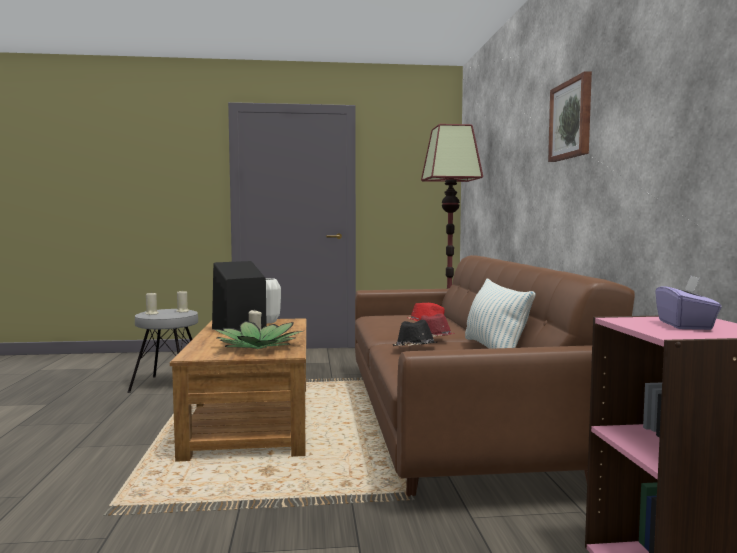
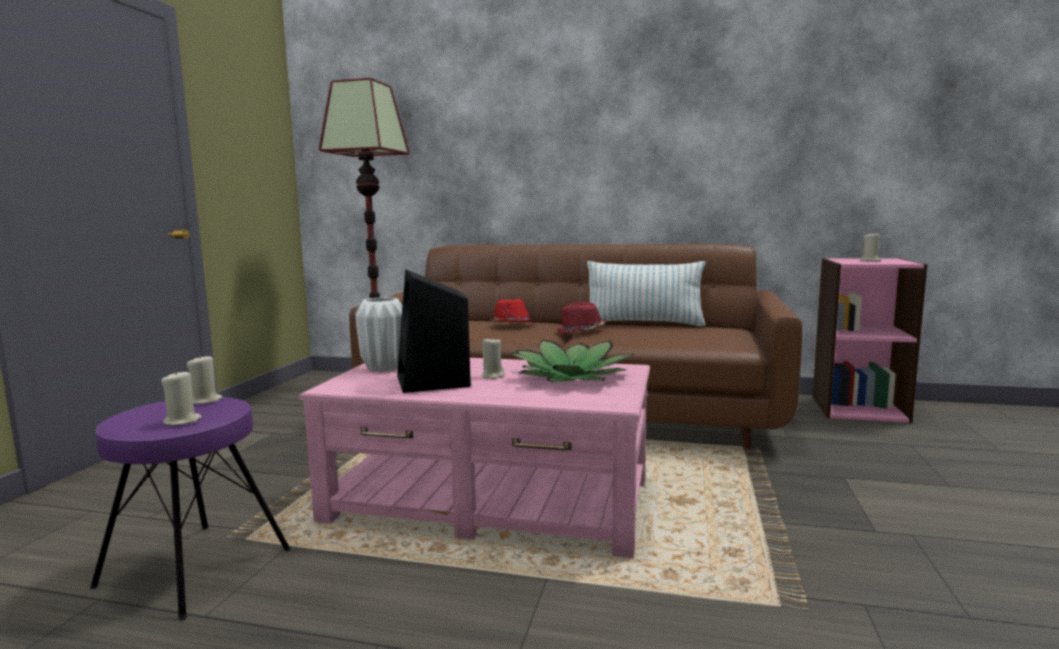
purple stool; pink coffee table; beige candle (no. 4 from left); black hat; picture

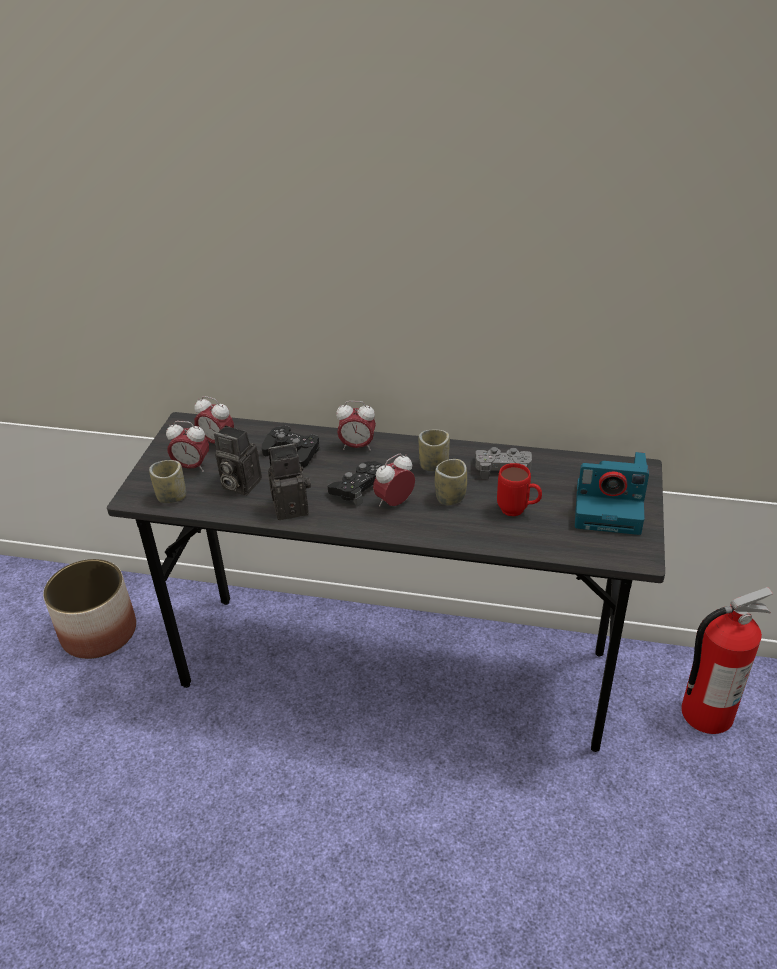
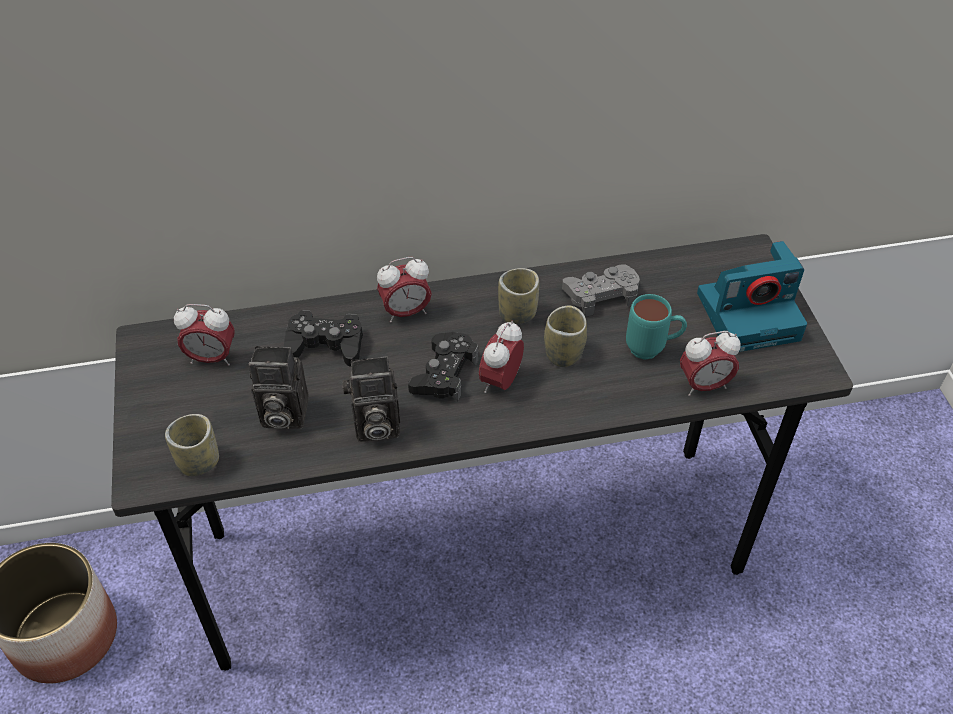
photo camera (no. 2 from left); turquoise mug; alarm clock (no. 4 from left); fire extinguisher

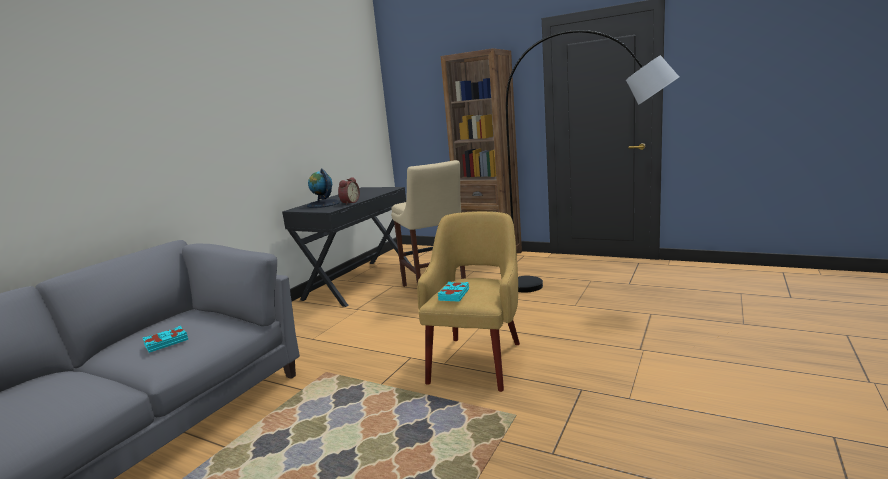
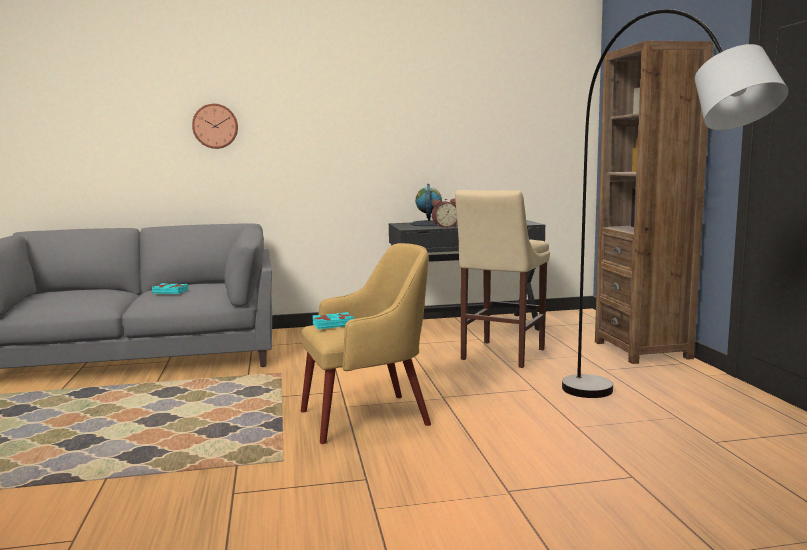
wall clock

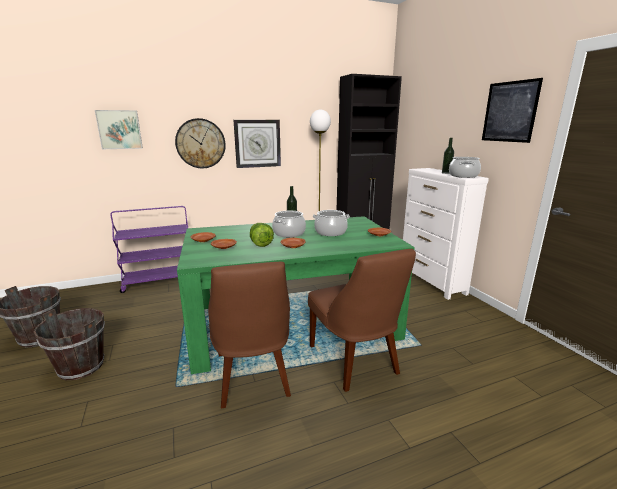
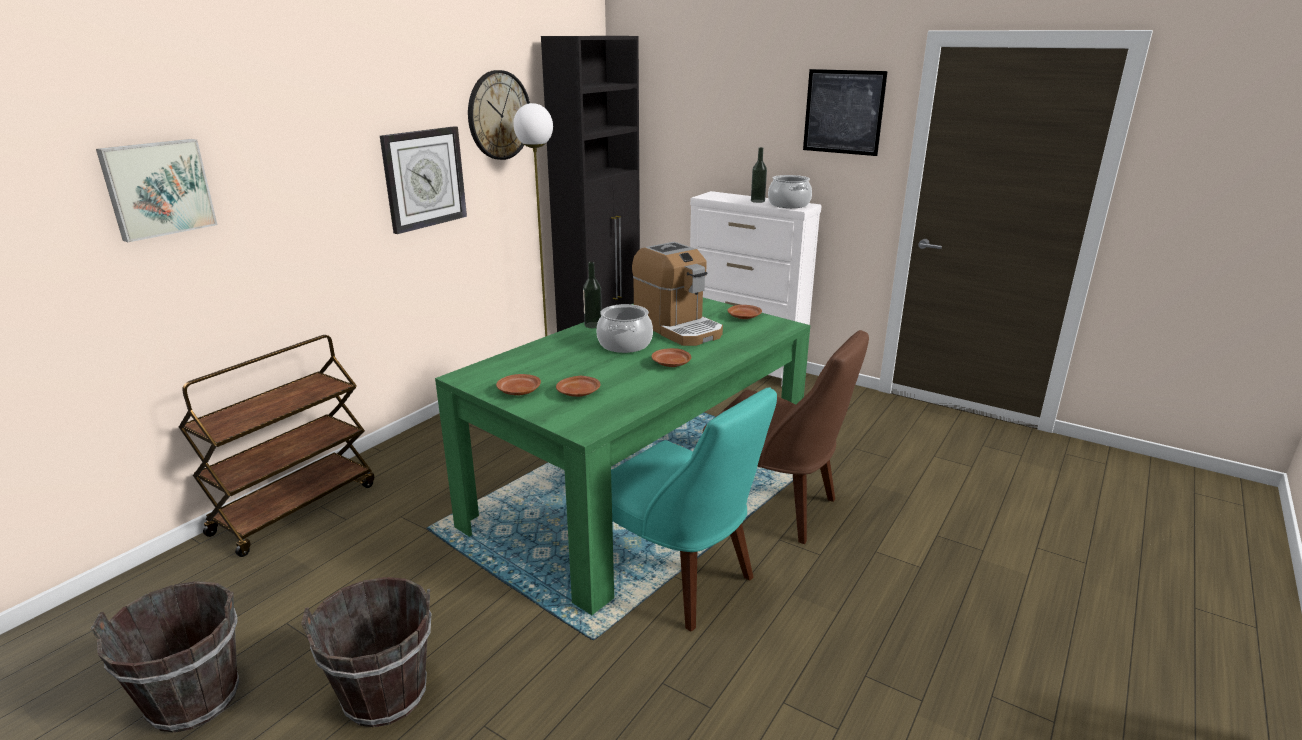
brown cart; wall clock (no. 2 from left); turquoise chair; coffee machine; lettuce

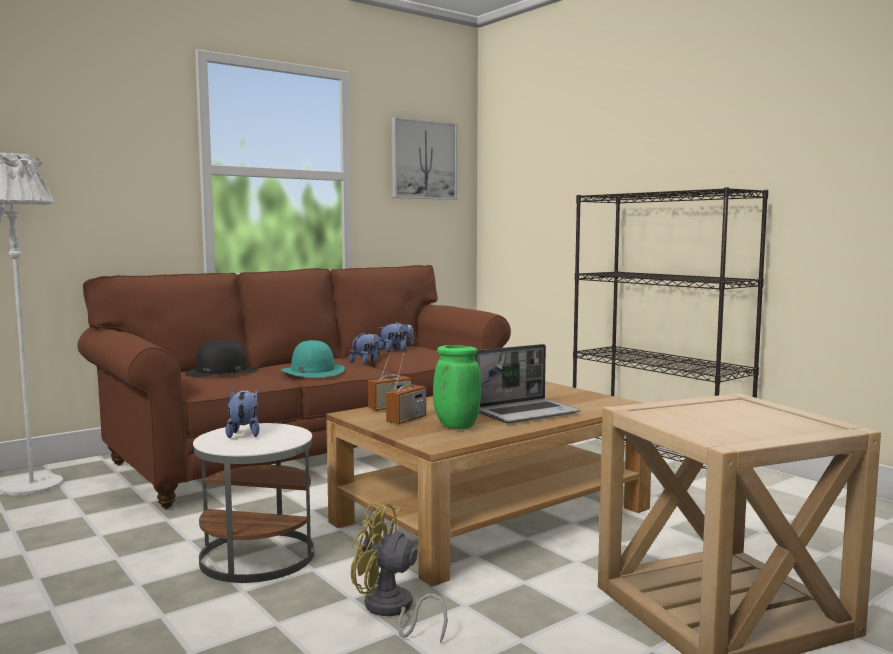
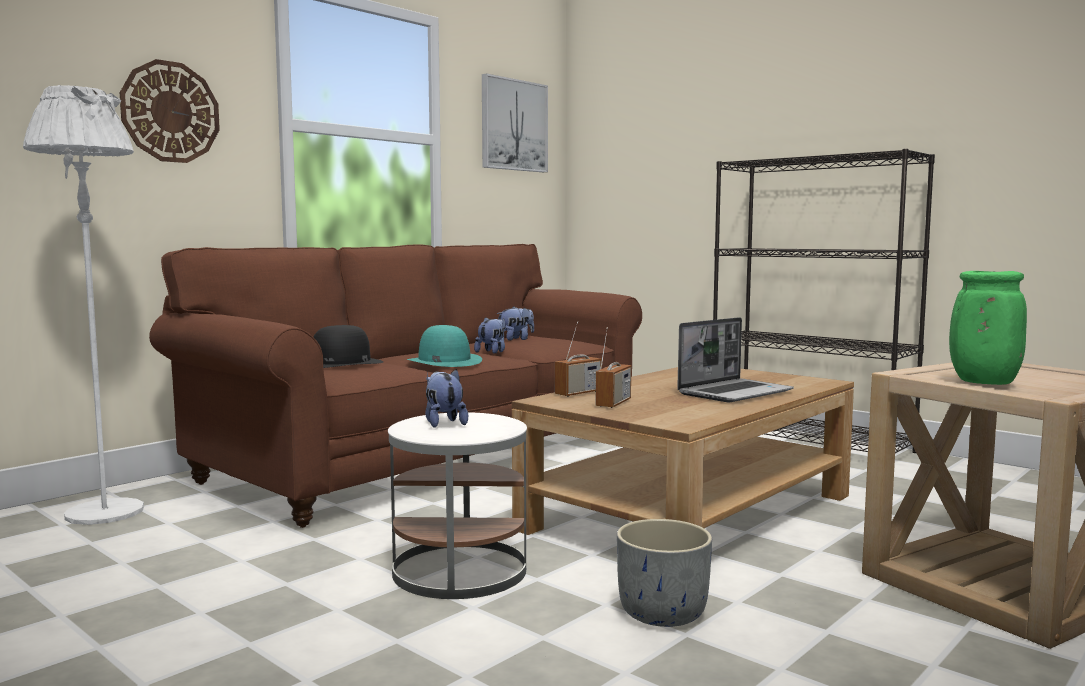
wall clock; grey planter; green vase

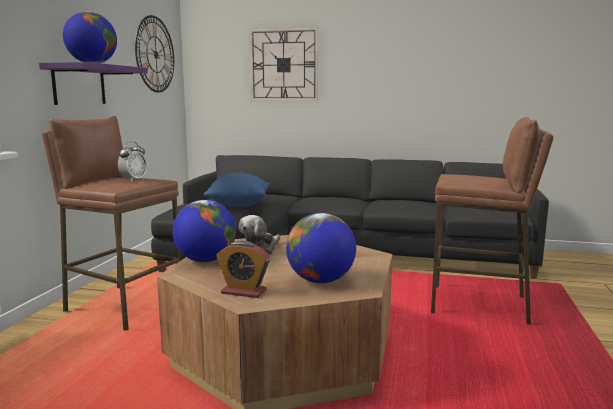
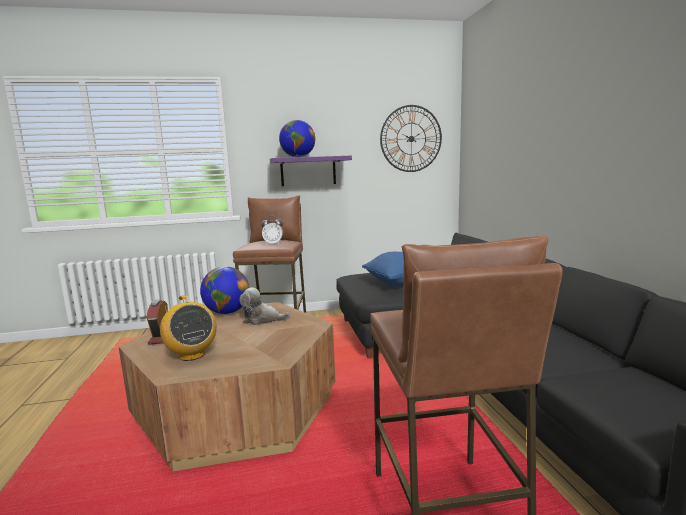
radio; wall clock (no. 2 from left in the first image)

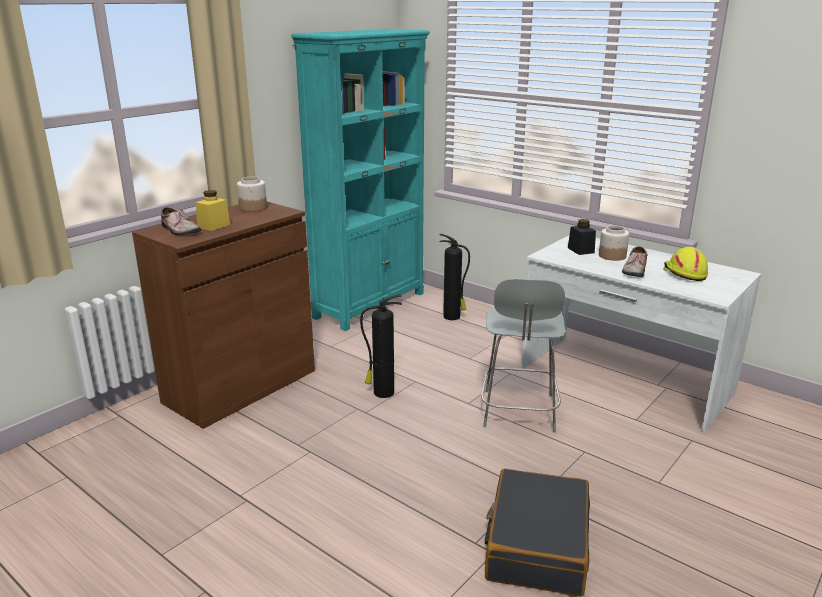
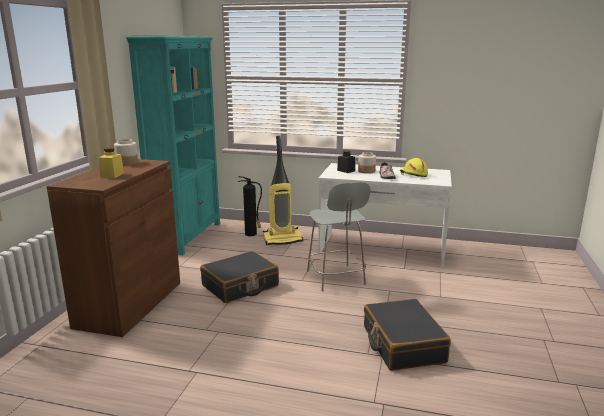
black suitcase (no. 1 from left); vacuum cleaner; shoe (no. 1 from left in the first image)

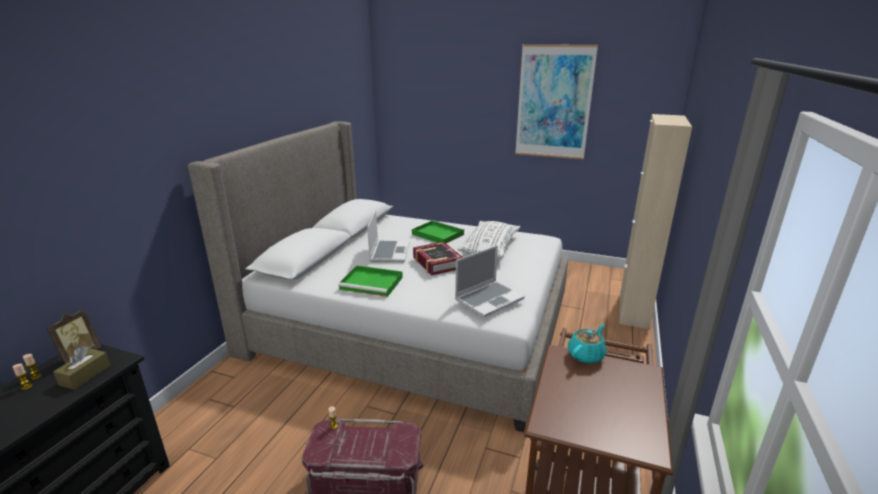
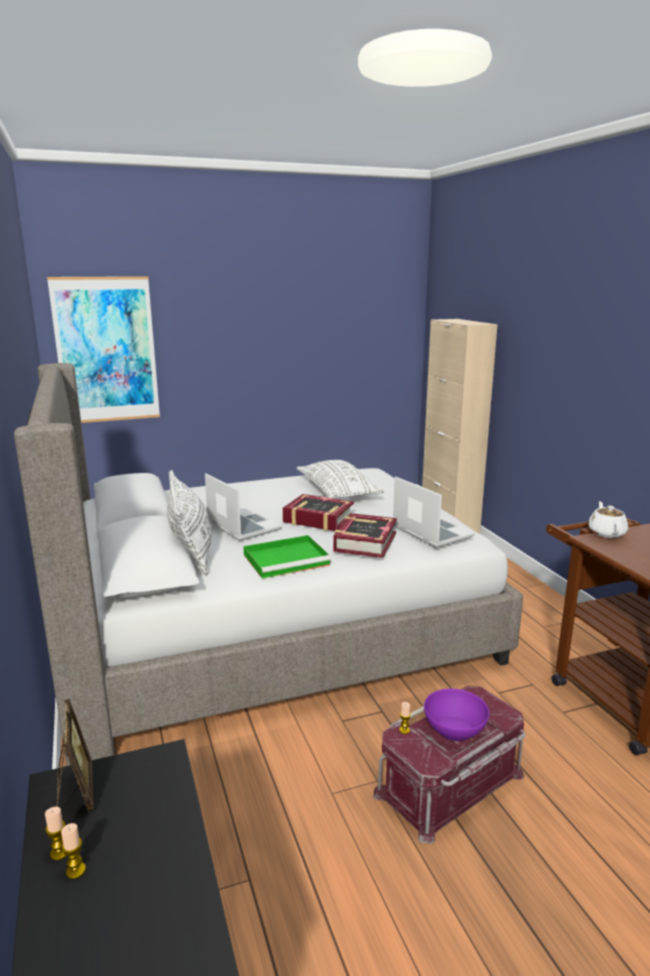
picture; white pillow (no. 1 from left); book (no. 2 from left); laptop (no. 2 from left); purple bowl; white teapot; brown tissue box; green tray (no. 2 from left in the first image)

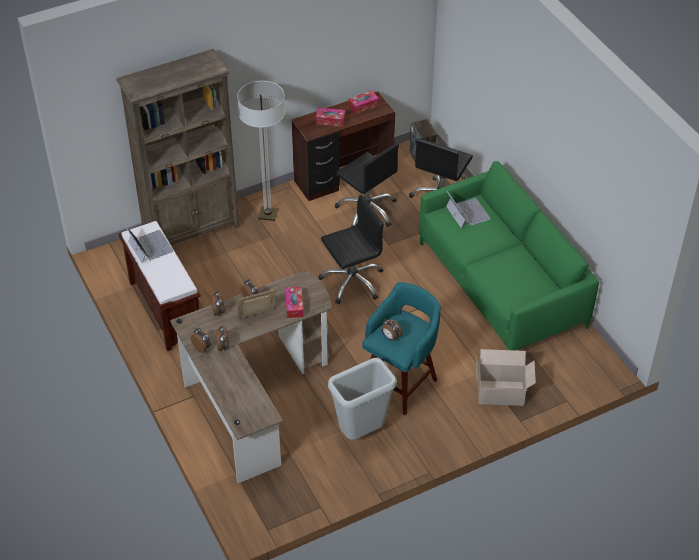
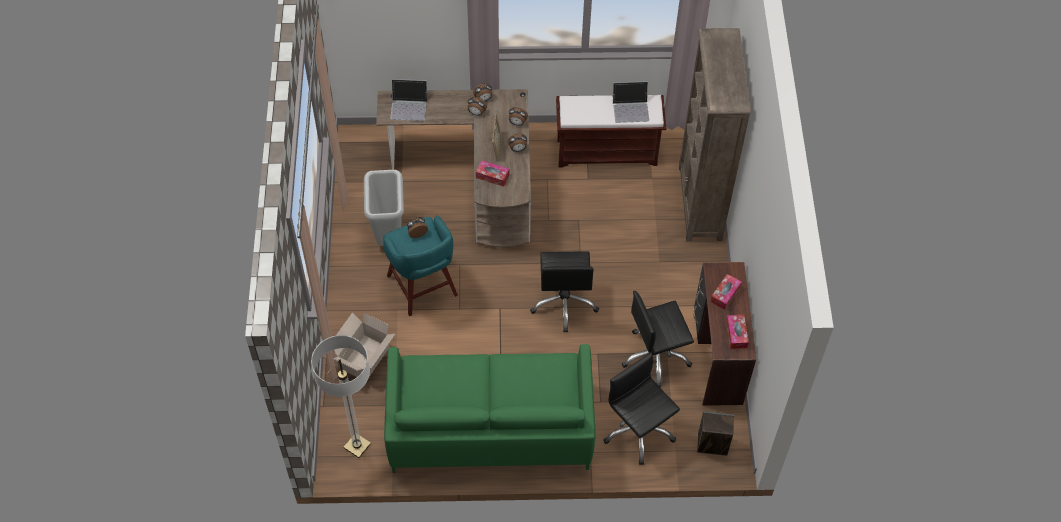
floor lamp; laptop (no. 1 from left)

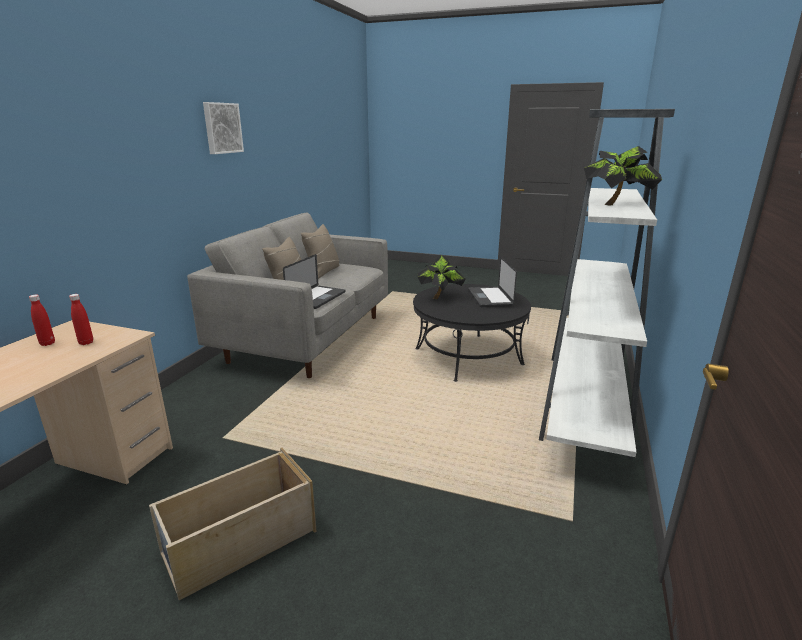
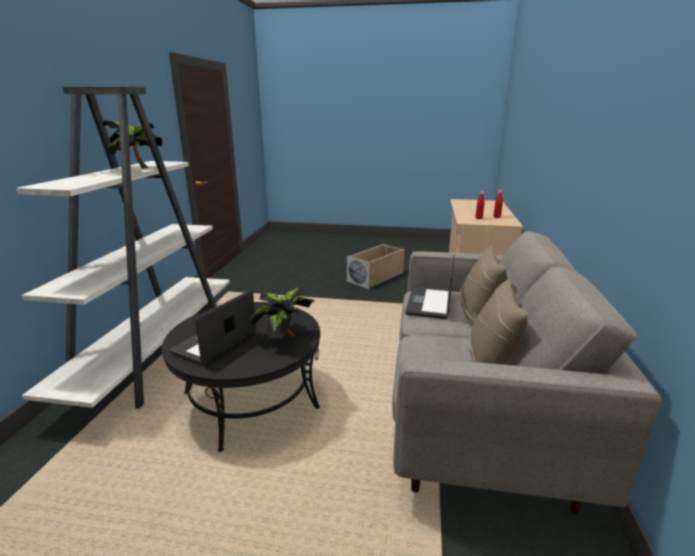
laptop (no. 1 from left); picture

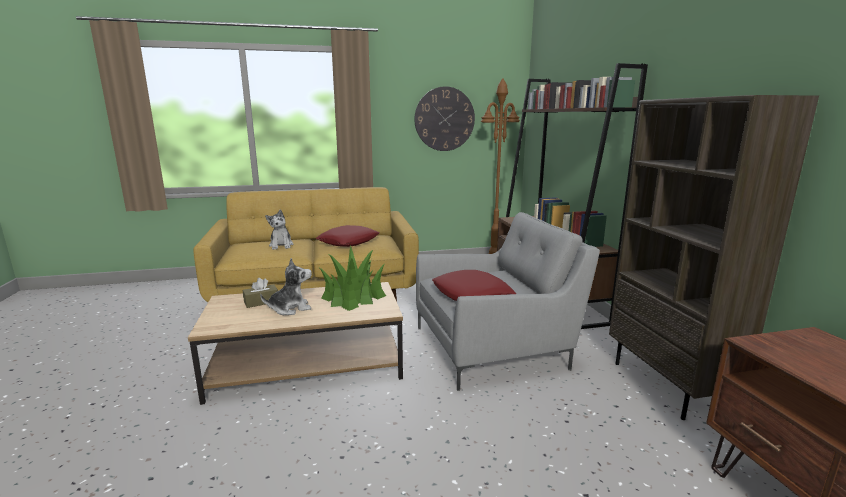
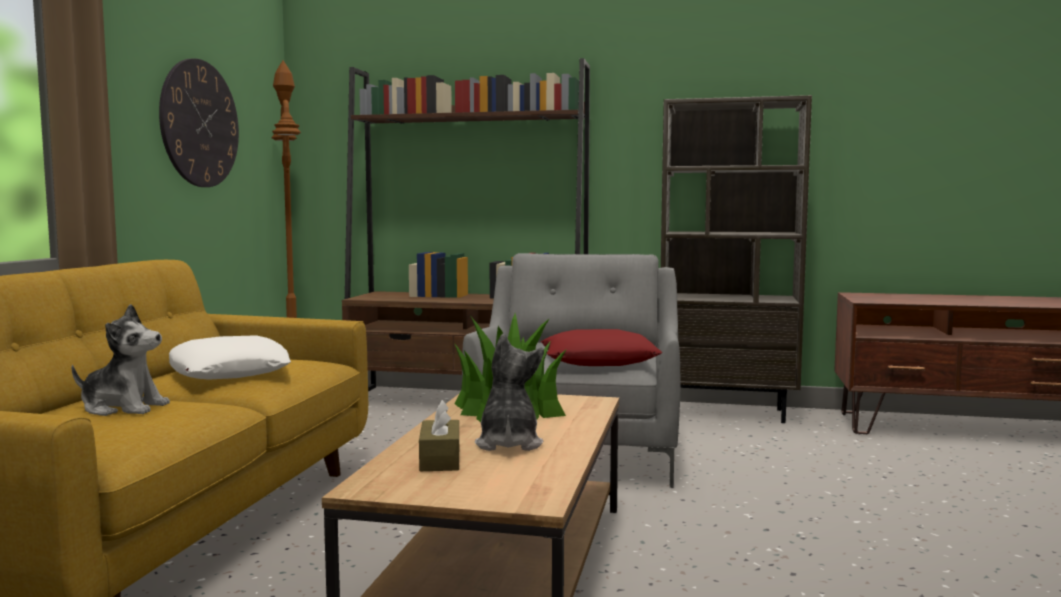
white pillow

